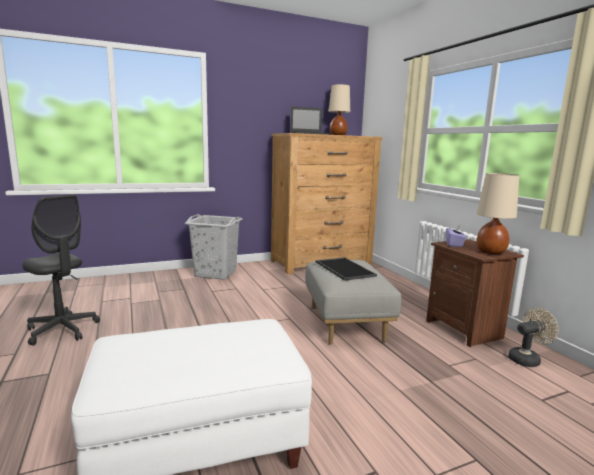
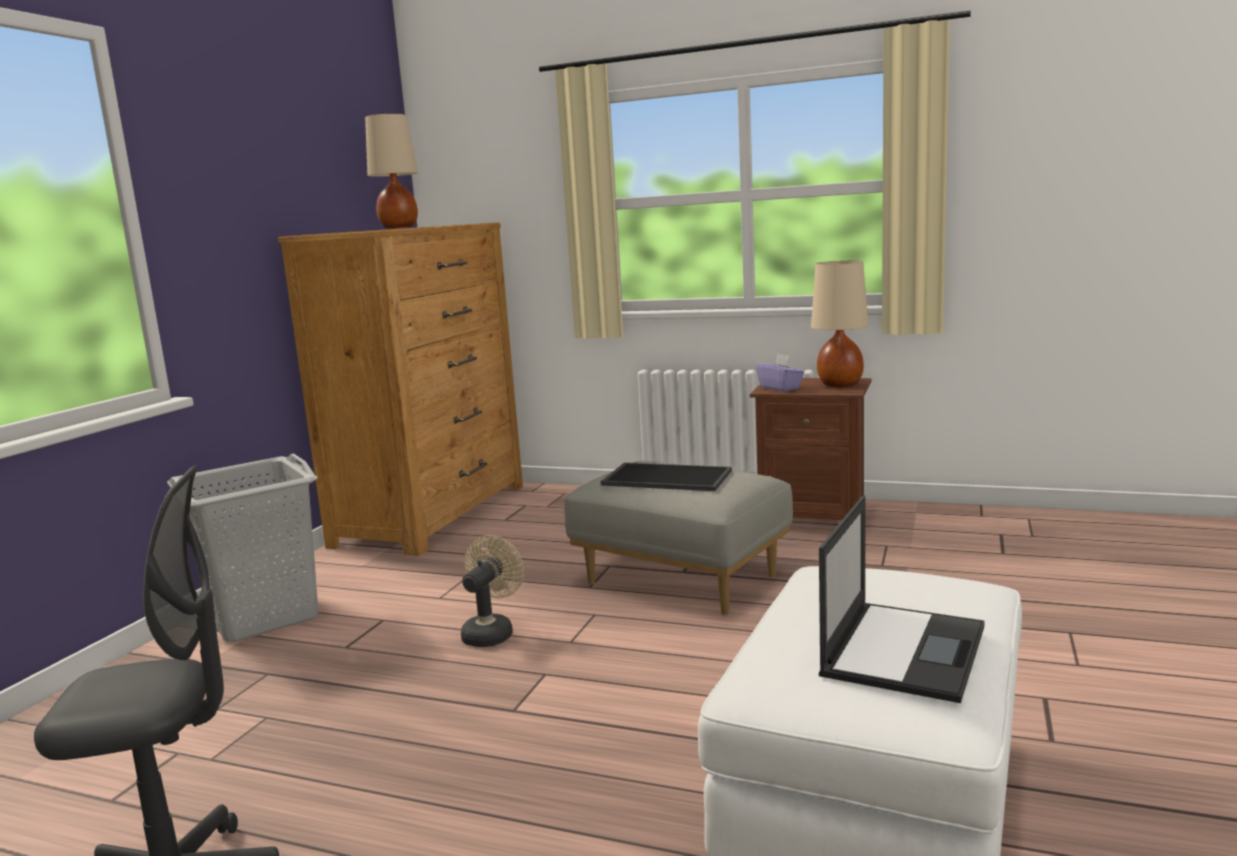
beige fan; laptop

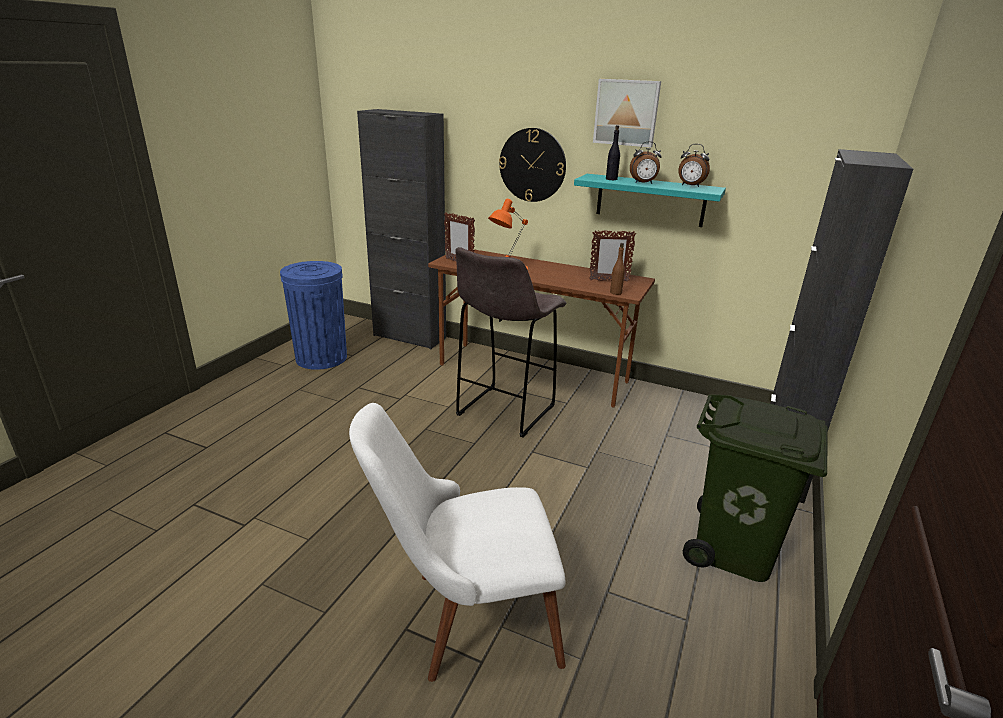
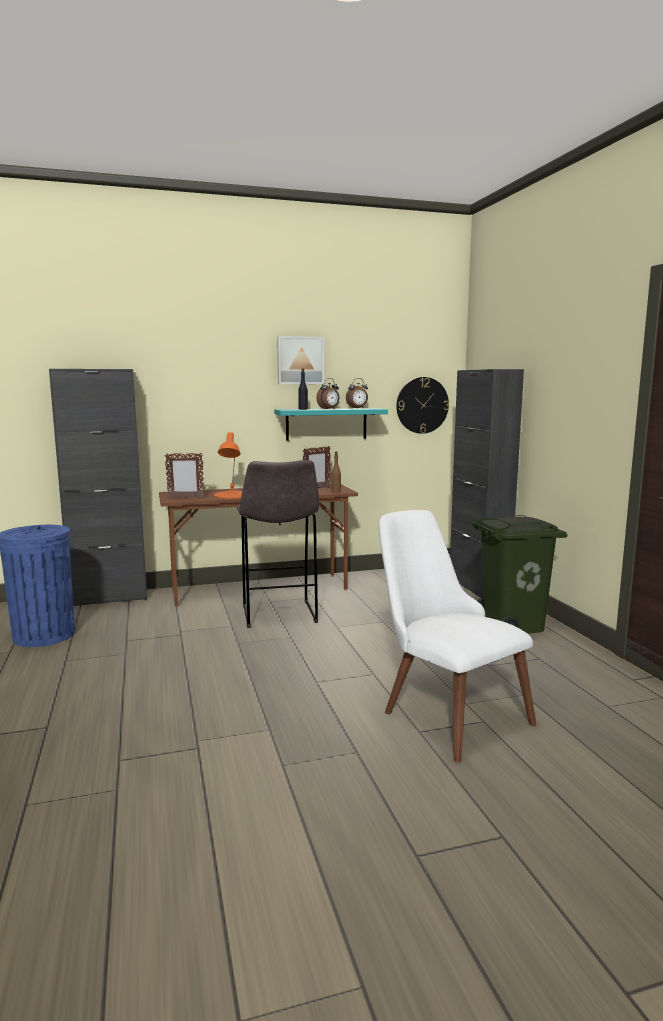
white chair; wall clock

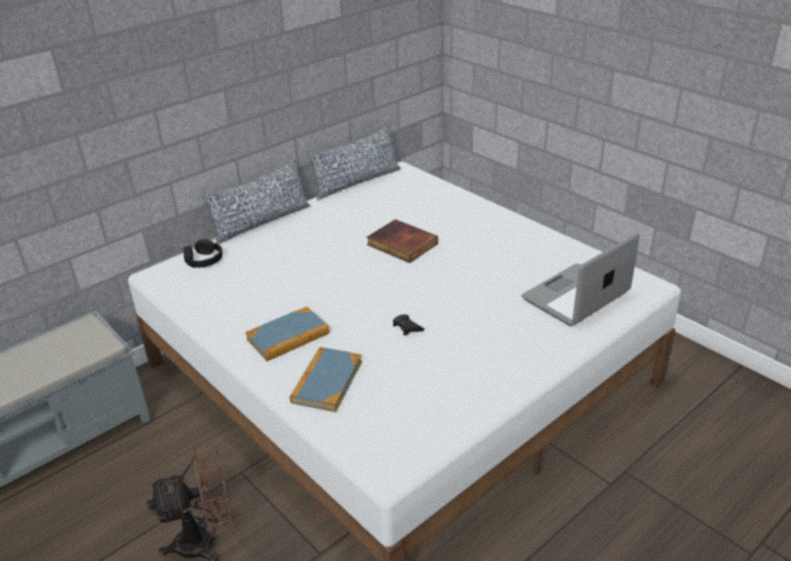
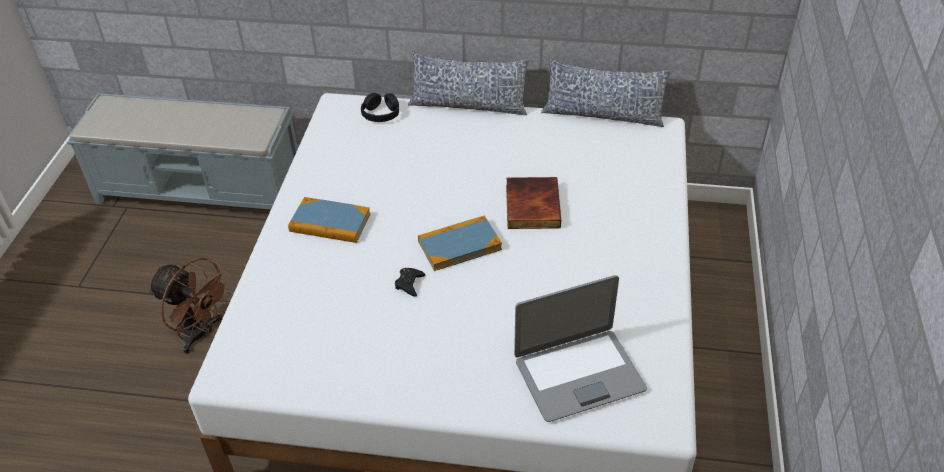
book (no. 2 from left); laptop

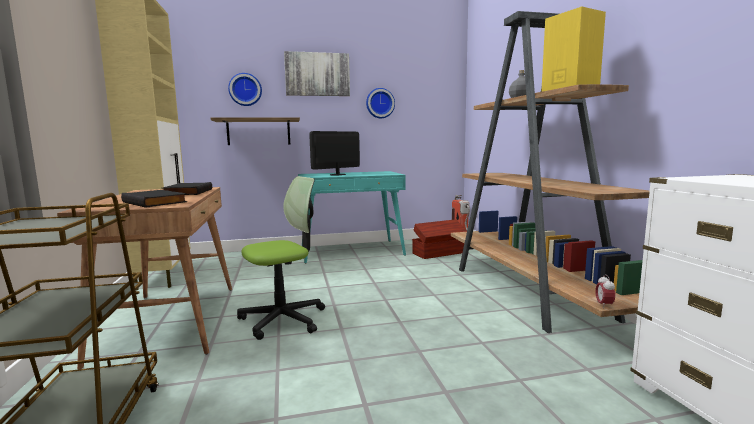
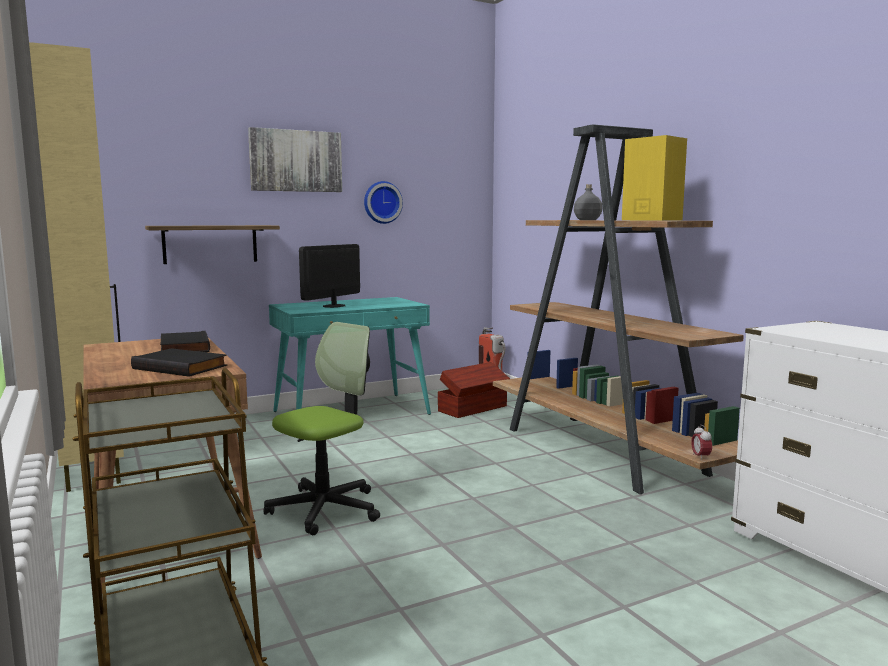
wall clock (no. 1 from left in the first image)

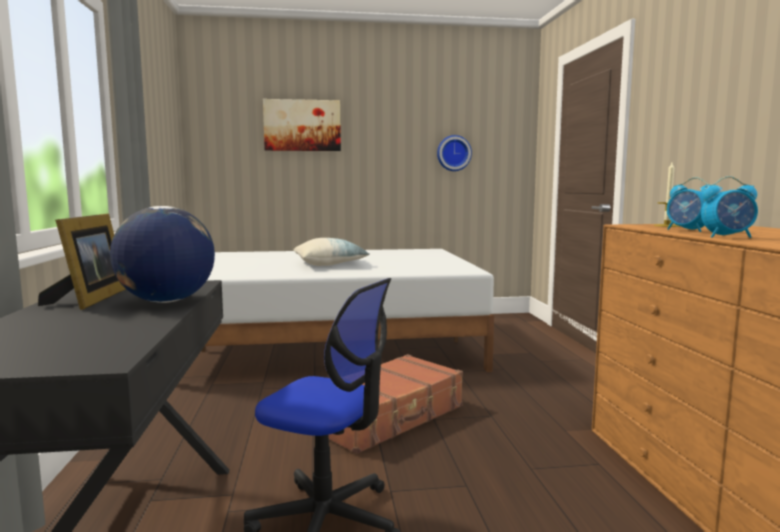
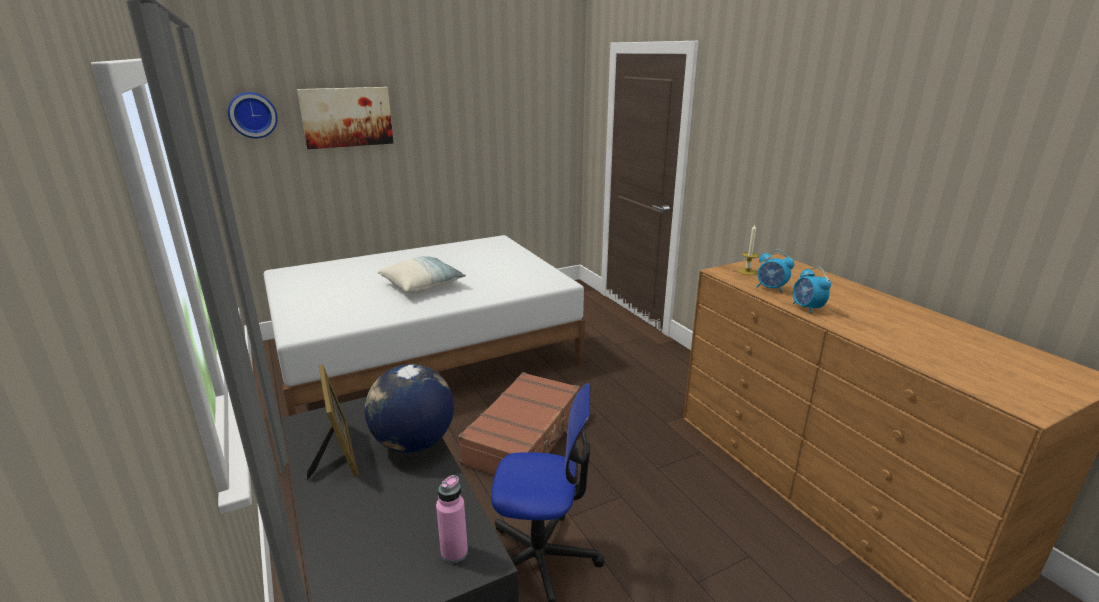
wall clock; pink bottle; alarm clock (no. 2 from left)

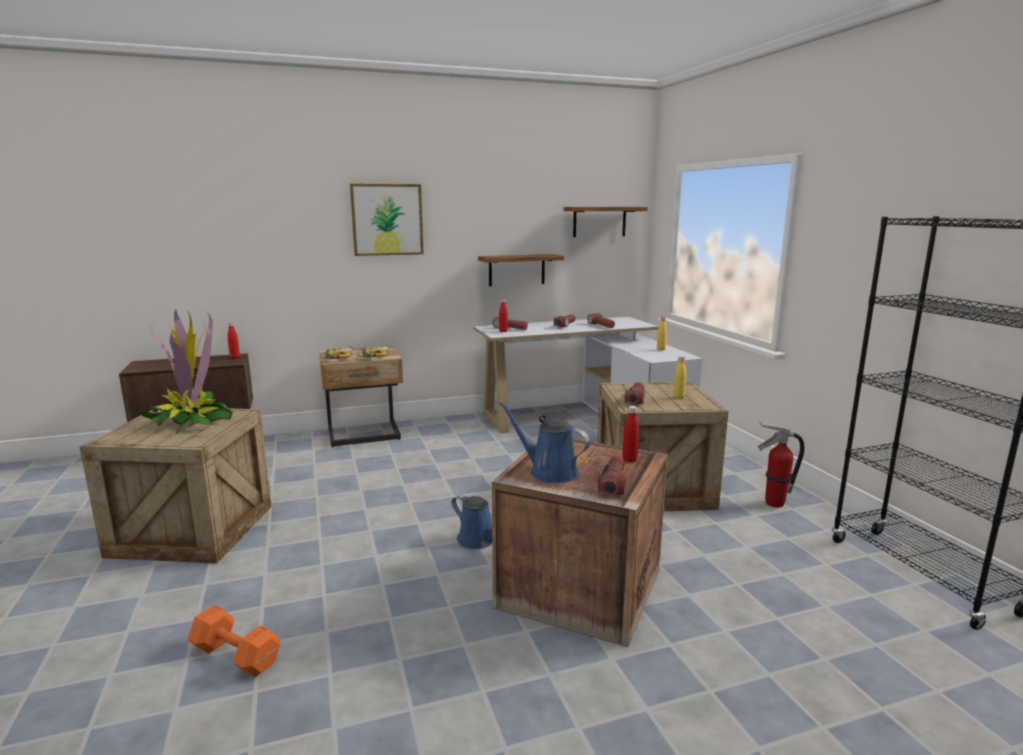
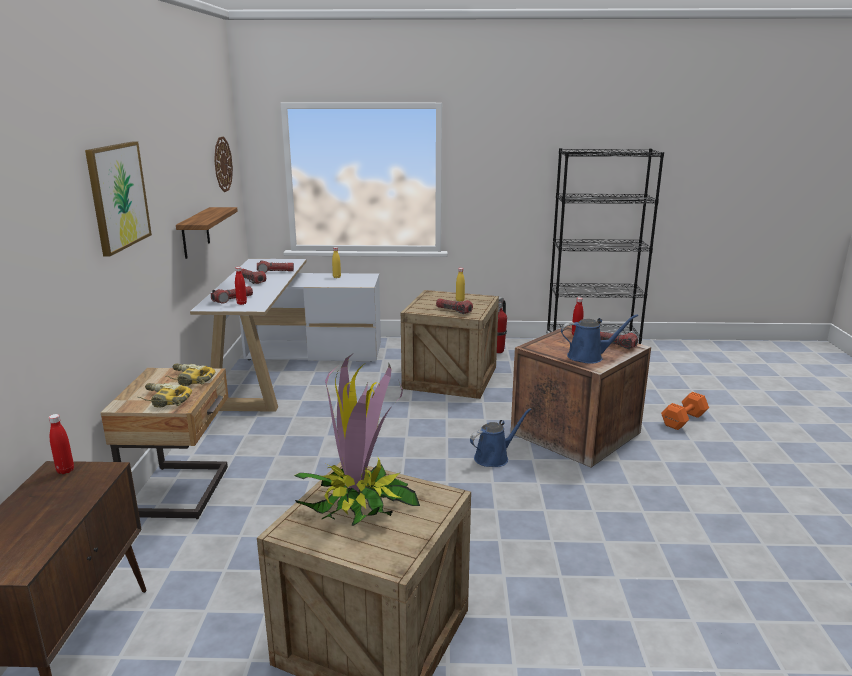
wall clock; blue watering can (no. 2 from left); orange dumbbell

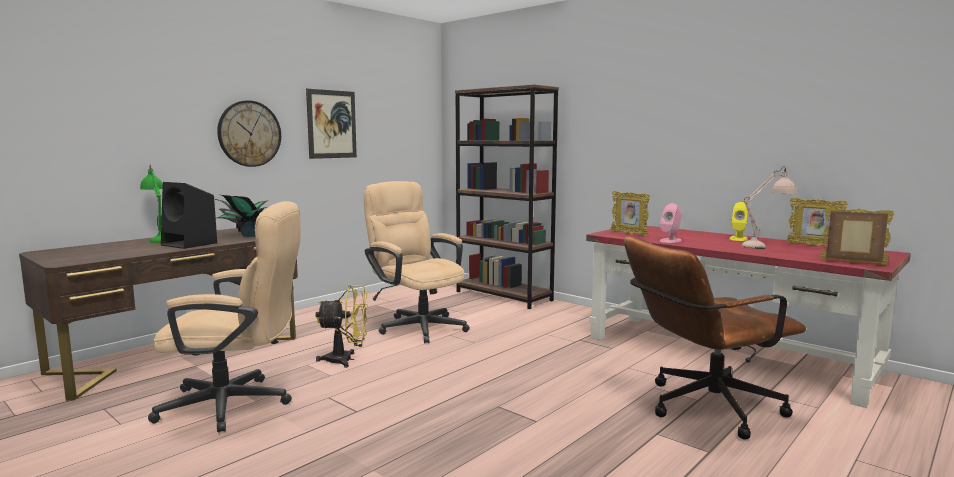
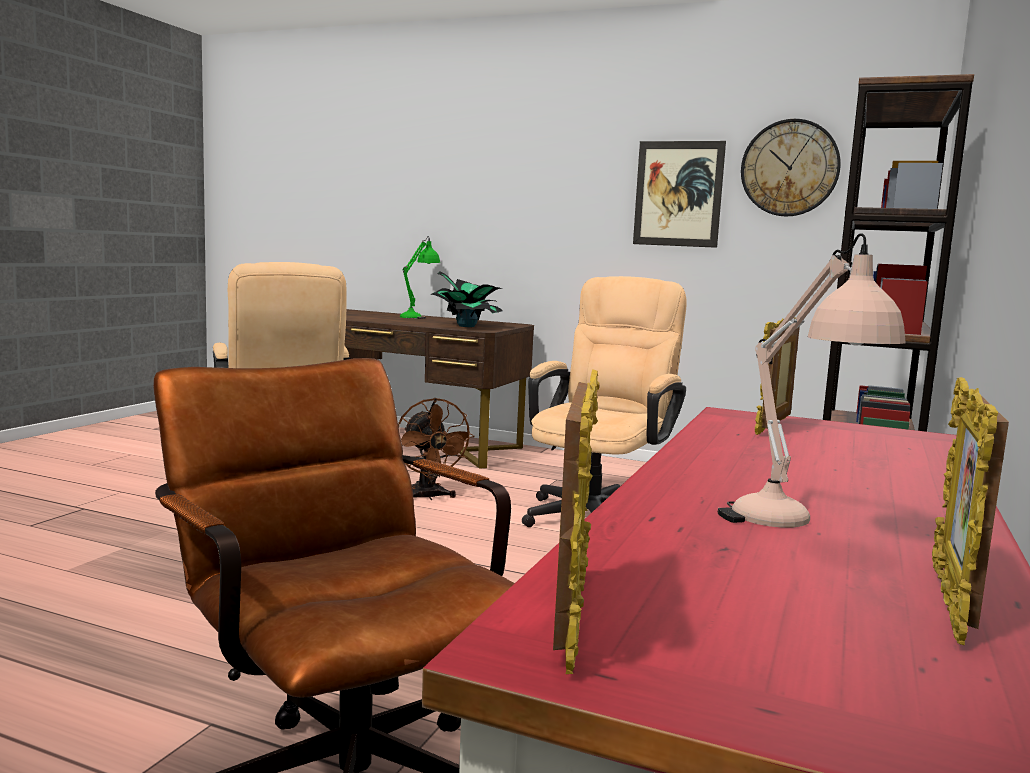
brown fan; wall clock; black speaker; pink speaker; yellow speaker

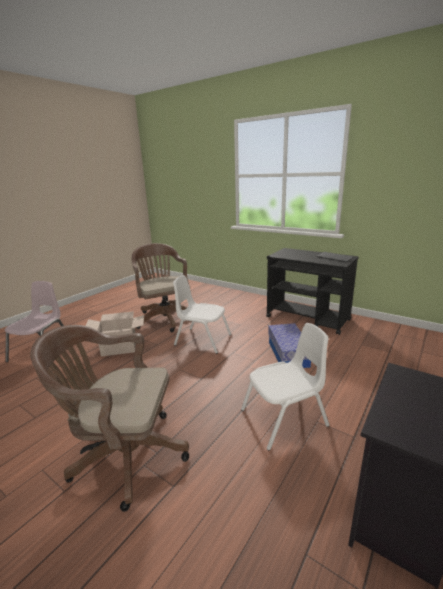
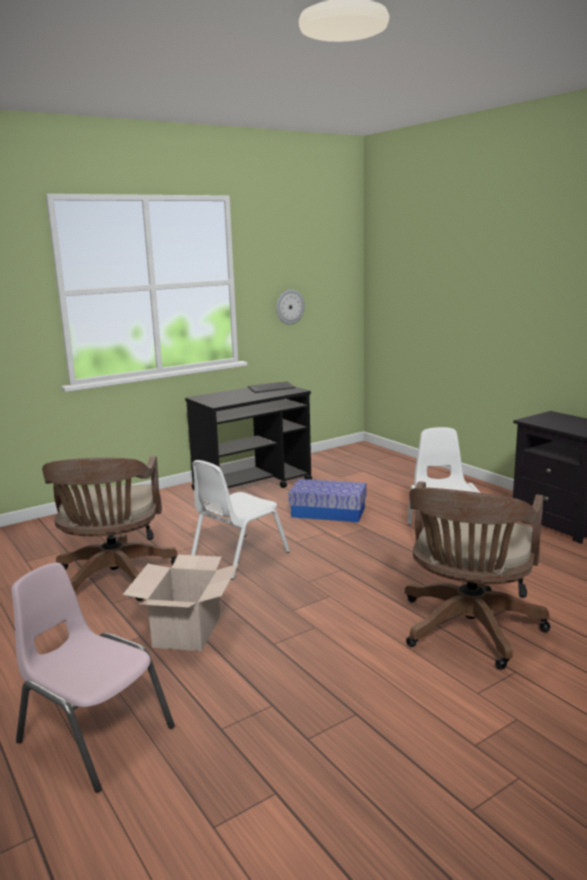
brown office chair (no. 1 from left); wall clock

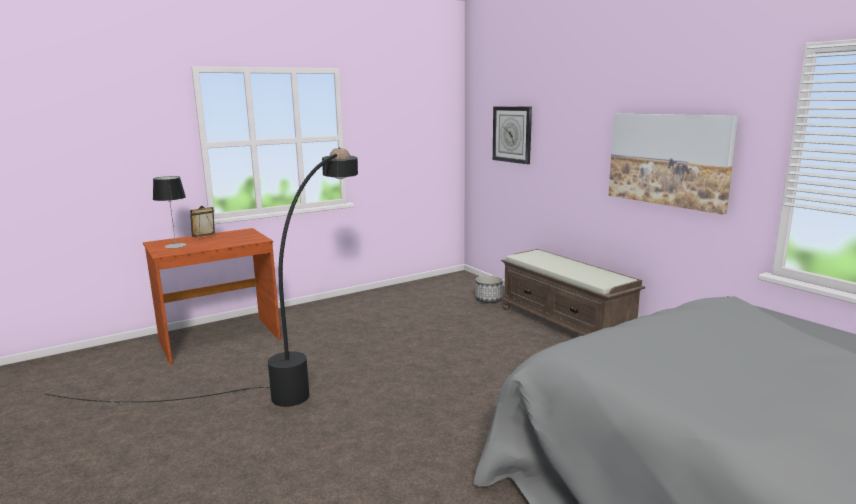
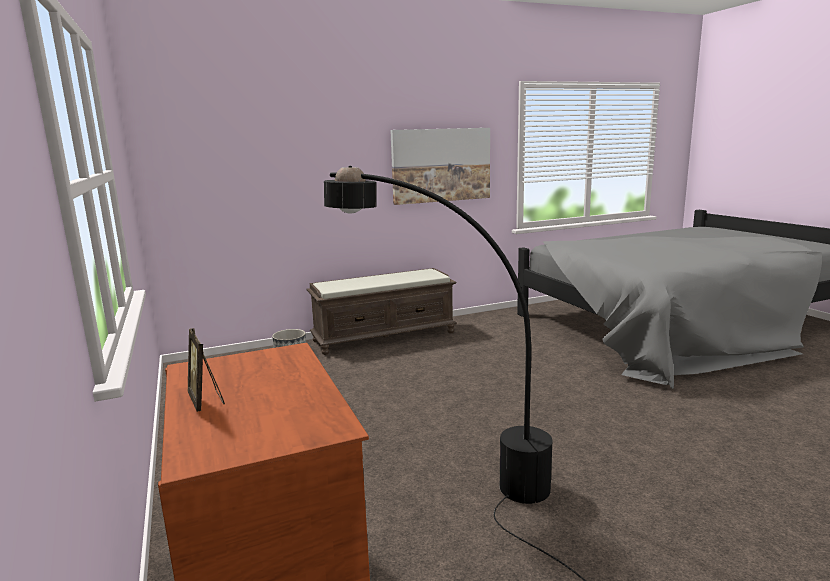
table lamp; wall clock

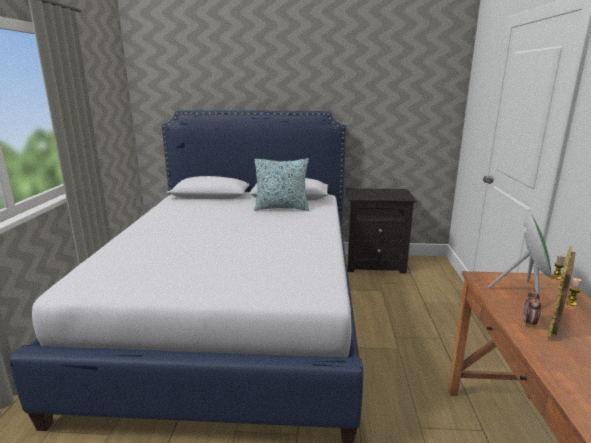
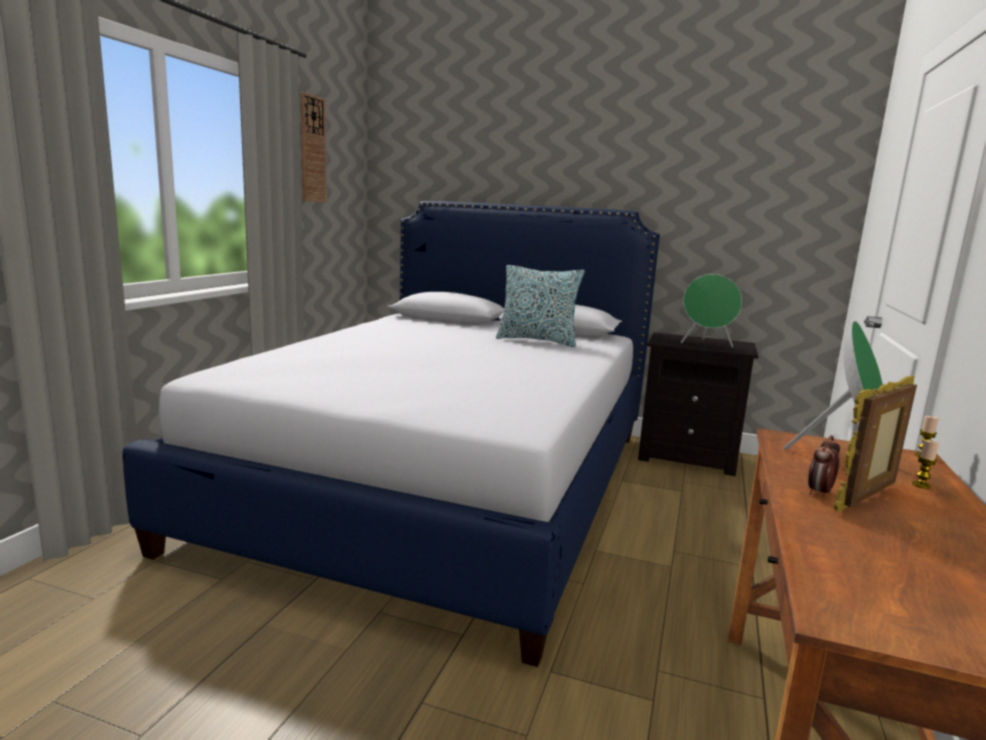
wall clock; green speaker (no. 1 from left)

